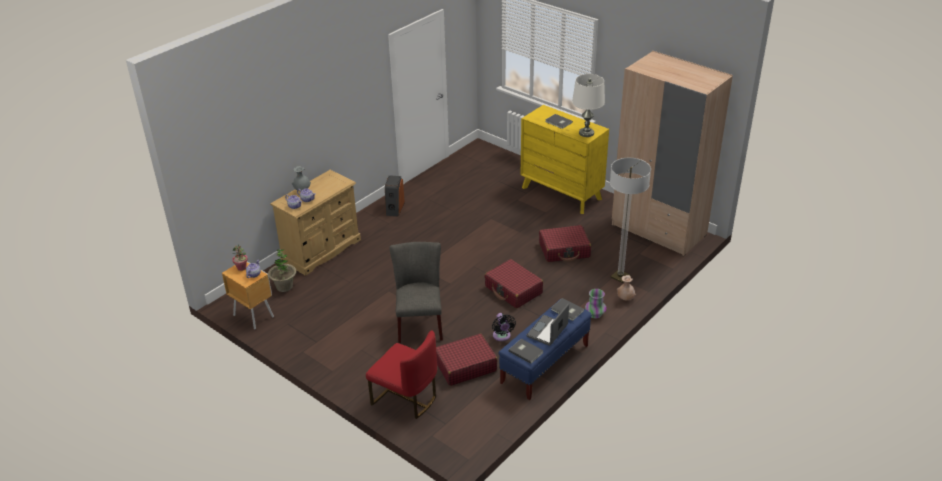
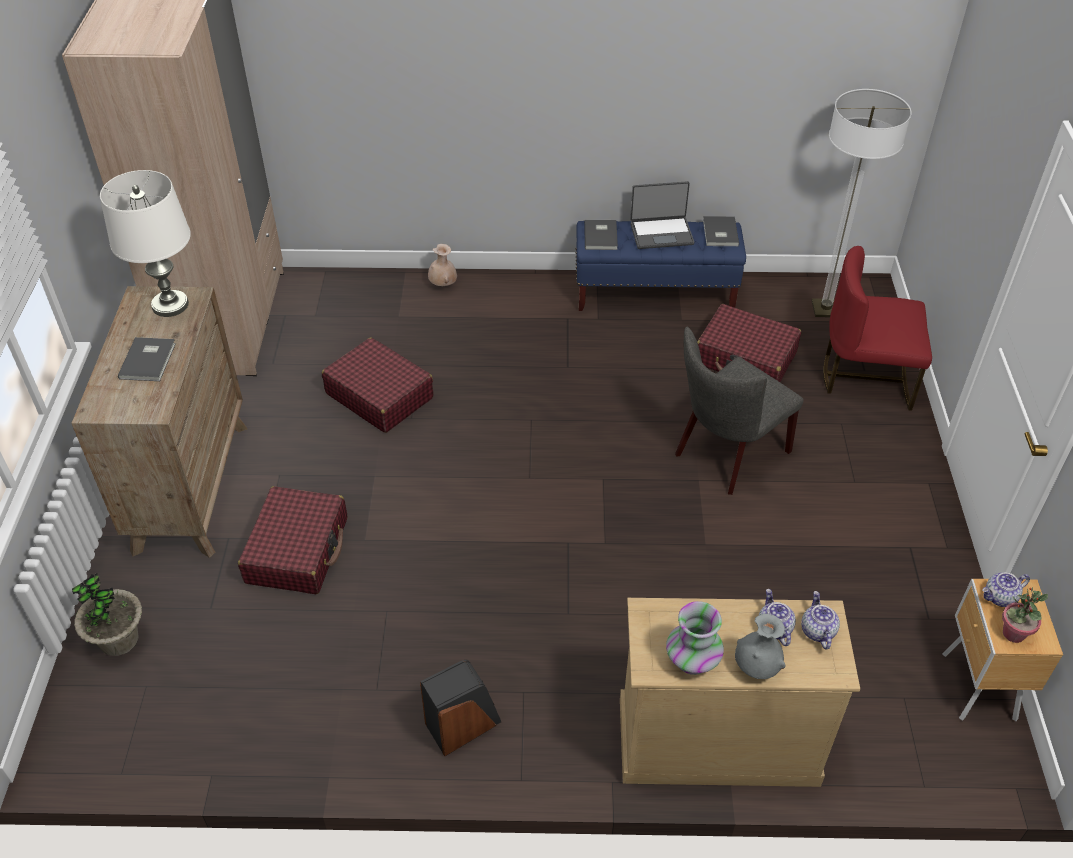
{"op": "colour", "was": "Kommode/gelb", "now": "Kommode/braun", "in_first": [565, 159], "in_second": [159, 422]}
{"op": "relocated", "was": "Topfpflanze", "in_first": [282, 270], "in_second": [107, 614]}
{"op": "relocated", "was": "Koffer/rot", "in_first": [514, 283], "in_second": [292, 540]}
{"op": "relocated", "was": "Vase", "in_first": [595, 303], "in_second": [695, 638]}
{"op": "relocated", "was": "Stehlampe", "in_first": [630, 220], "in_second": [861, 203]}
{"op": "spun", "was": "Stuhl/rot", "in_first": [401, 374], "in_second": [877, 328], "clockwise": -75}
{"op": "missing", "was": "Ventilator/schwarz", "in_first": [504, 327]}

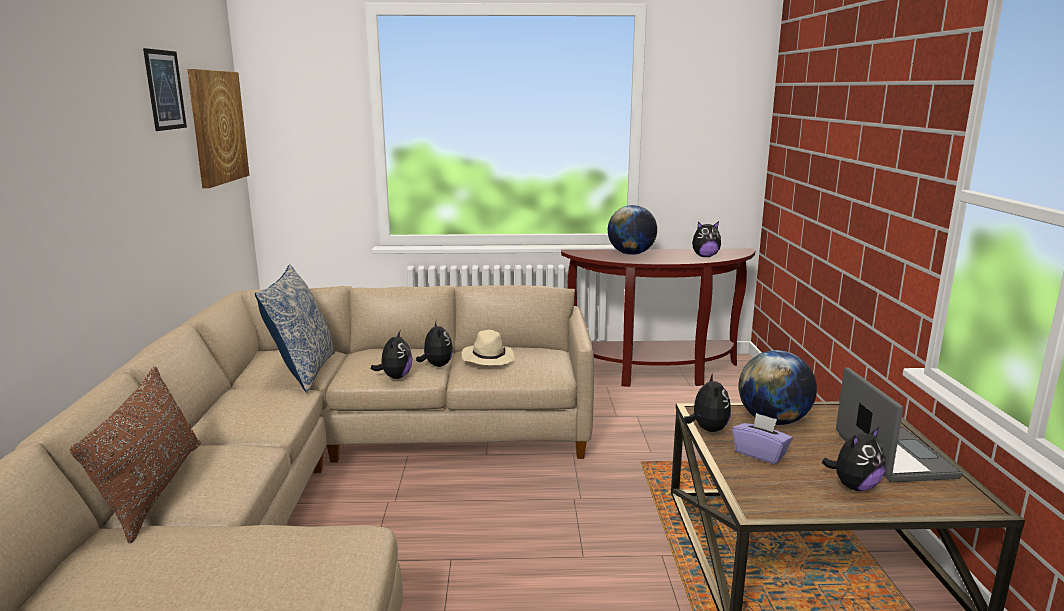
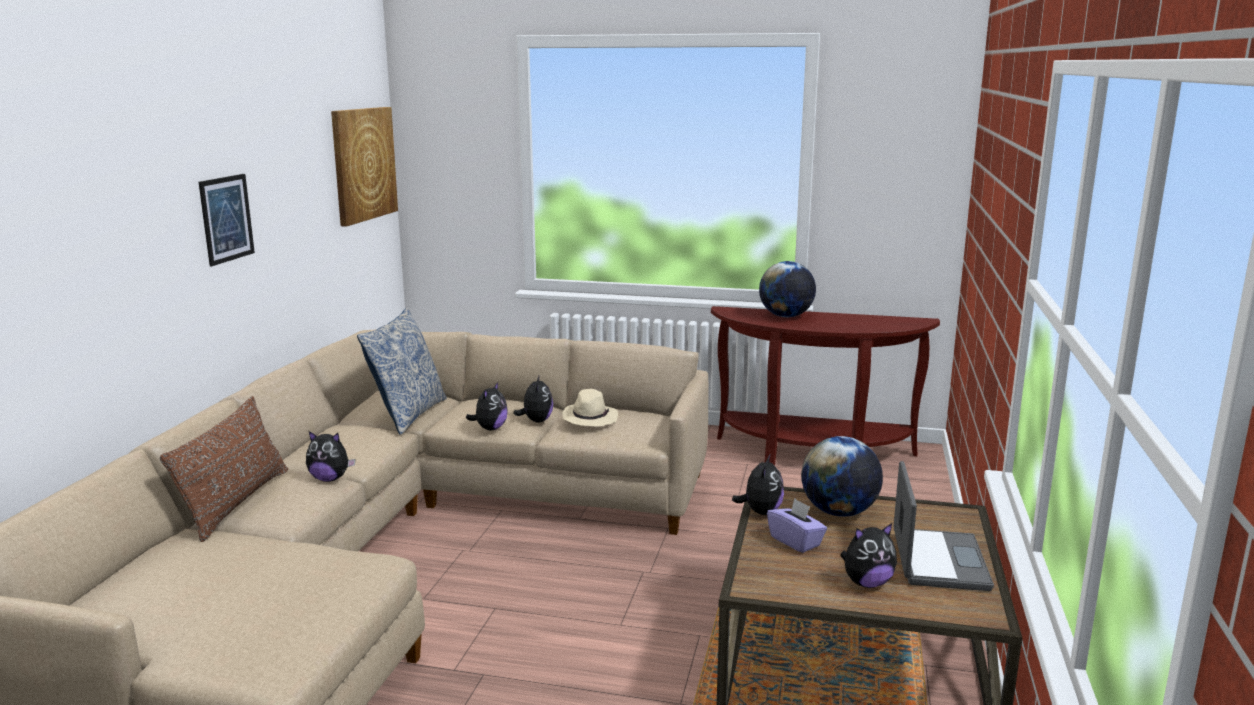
{"op": "relocated", "was": "Bild", "in_first": [165, 89], "in_second": [227, 220]}
{"op": "relocated", "was": "Plüschtier", "in_first": [706, 239], "in_second": [330, 456]}

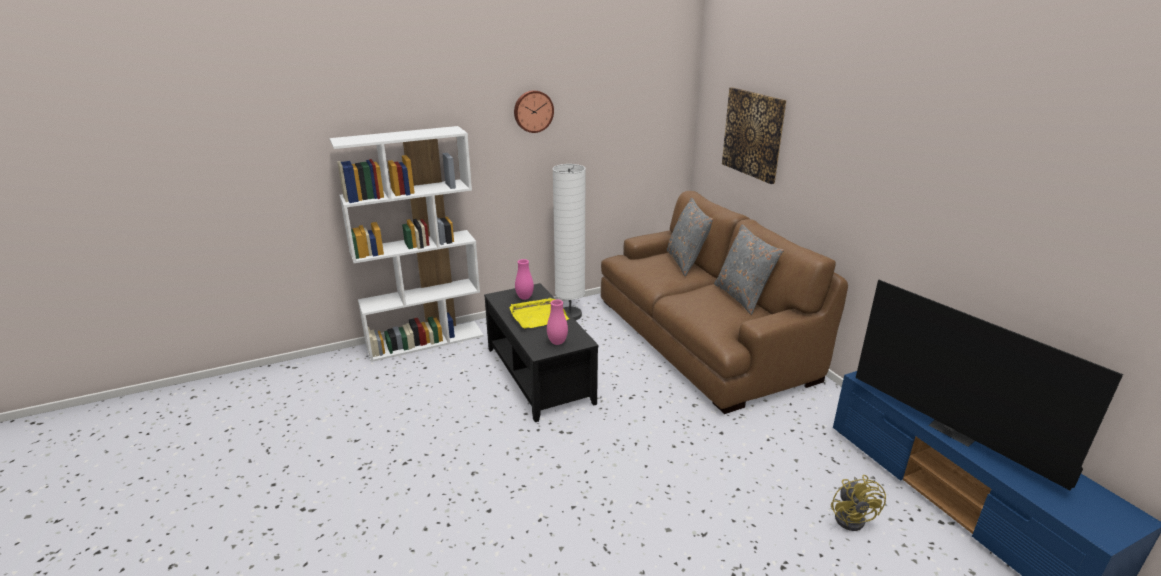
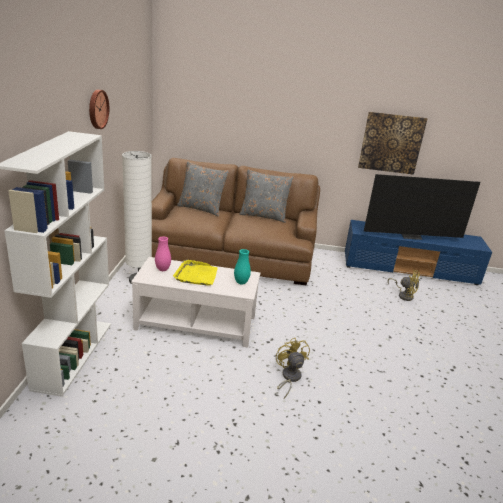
{"op": "colour", "was": "Couchtisch/schwarz", "now": "Couchtisch/weiß", "in_first": [541, 352], "in_second": [195, 302]}
{"op": "colour", "was": "Vase/rosa", "now": "Vase/türkis", "in_first": [557, 322], "in_second": [242, 267]}
{"op": "appeared", "now": "Ventilator/gelb", "in_second": [293, 368]}
{"op": "relocated", "was": "Bild", "in_first": [754, 135], "in_second": [392, 143]}

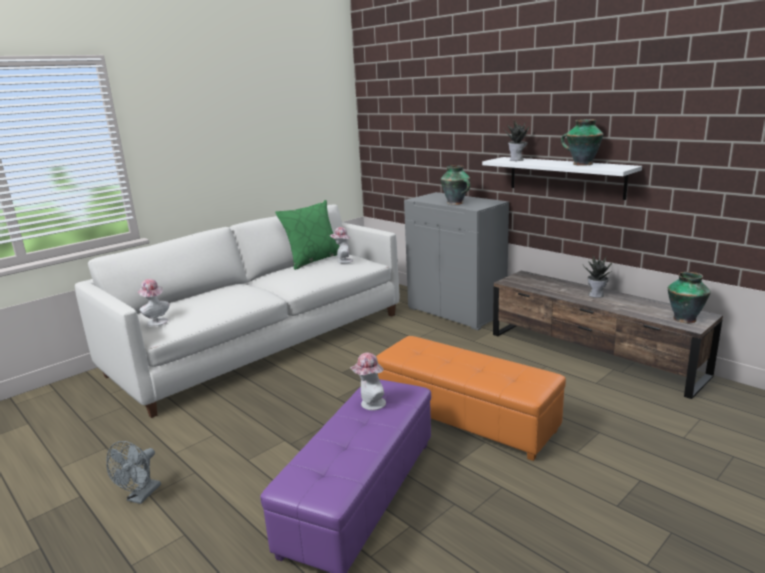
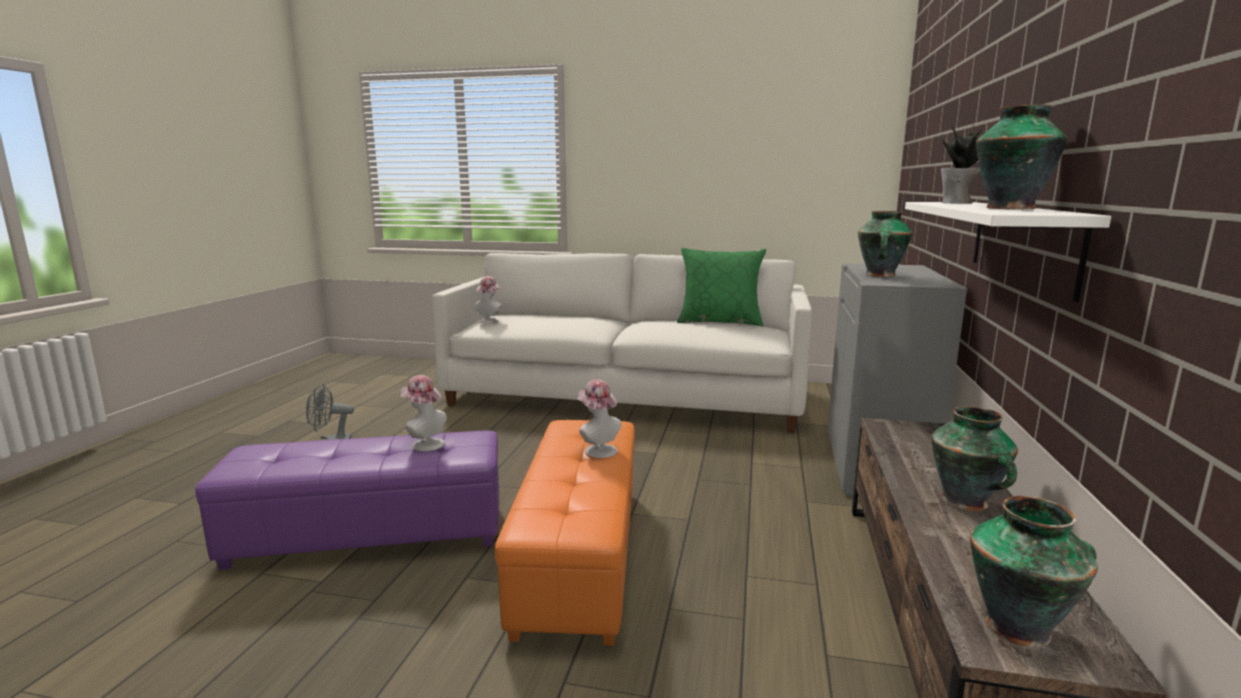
{"op": "relocated", "was": "Hut", "in_first": [341, 245], "in_second": [600, 419]}
{"op": "exchanged", "was": "Topfpflanze", "now": "Vase", "in_first": [597, 276], "in_second": [974, 458]}

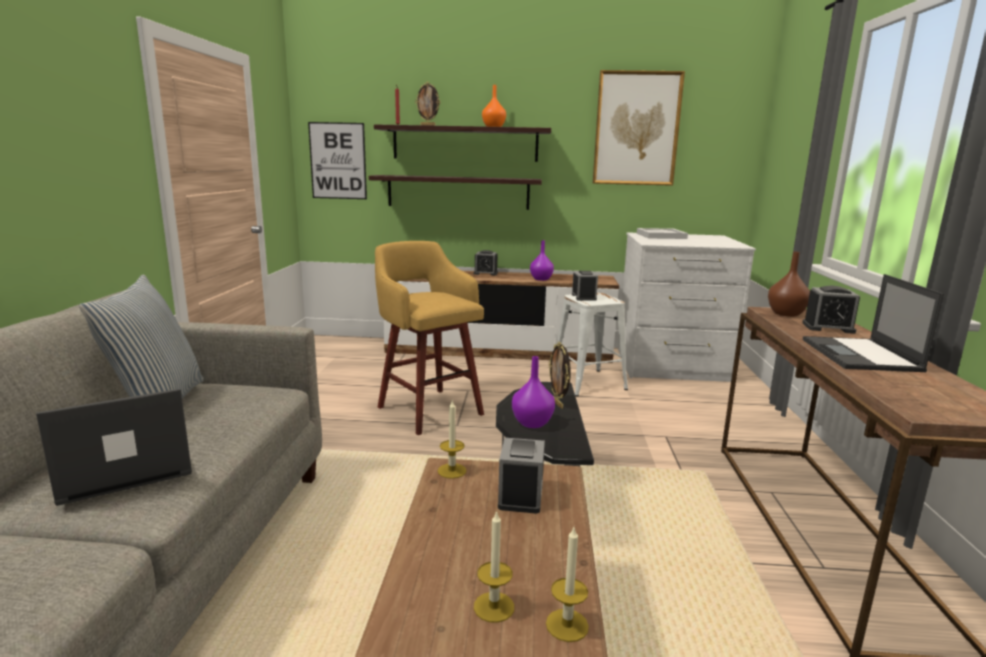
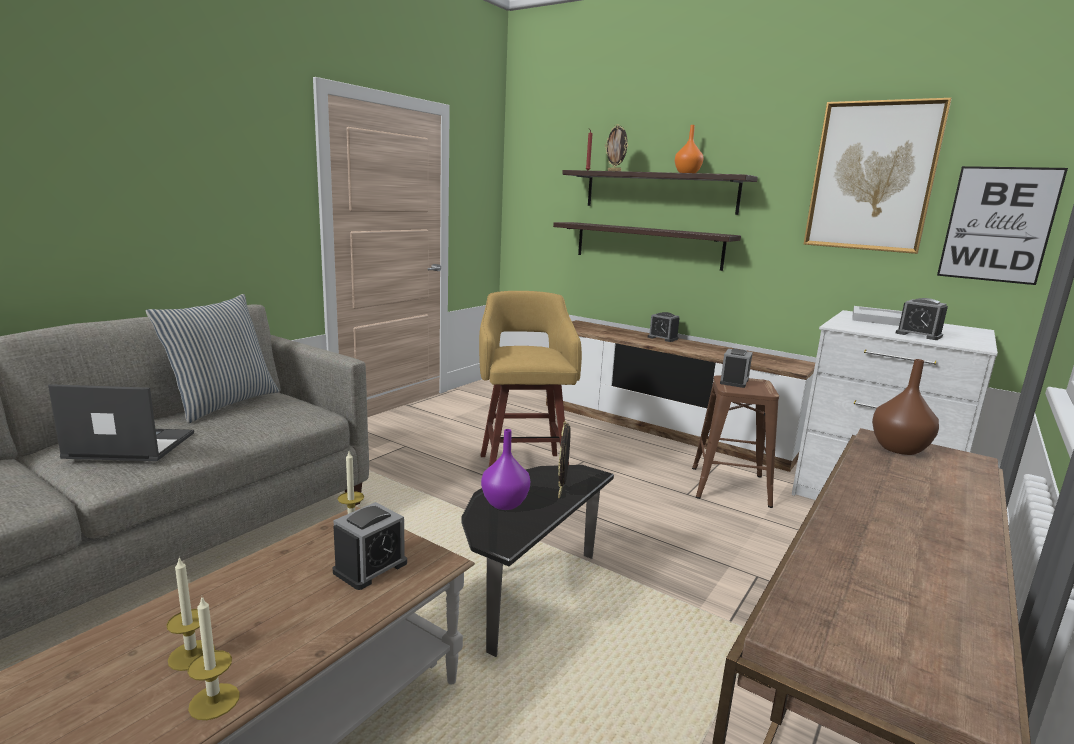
{"op": "colour", "was": "Hocker/weiß", "now": "Hocker/braun", "in_first": [592, 344], "in_second": [735, 441]}
{"op": "relocated", "was": "Wecker", "in_first": [831, 310], "in_second": [922, 319]}
{"op": "relocated", "was": "Bild", "in_first": [337, 160], "in_second": [1002, 225]}
{"op": "missing", "was": "Vase/lila", "in_first": [542, 261]}
{"op": "missing", "was": "Laptop", "in_first": [873, 323]}

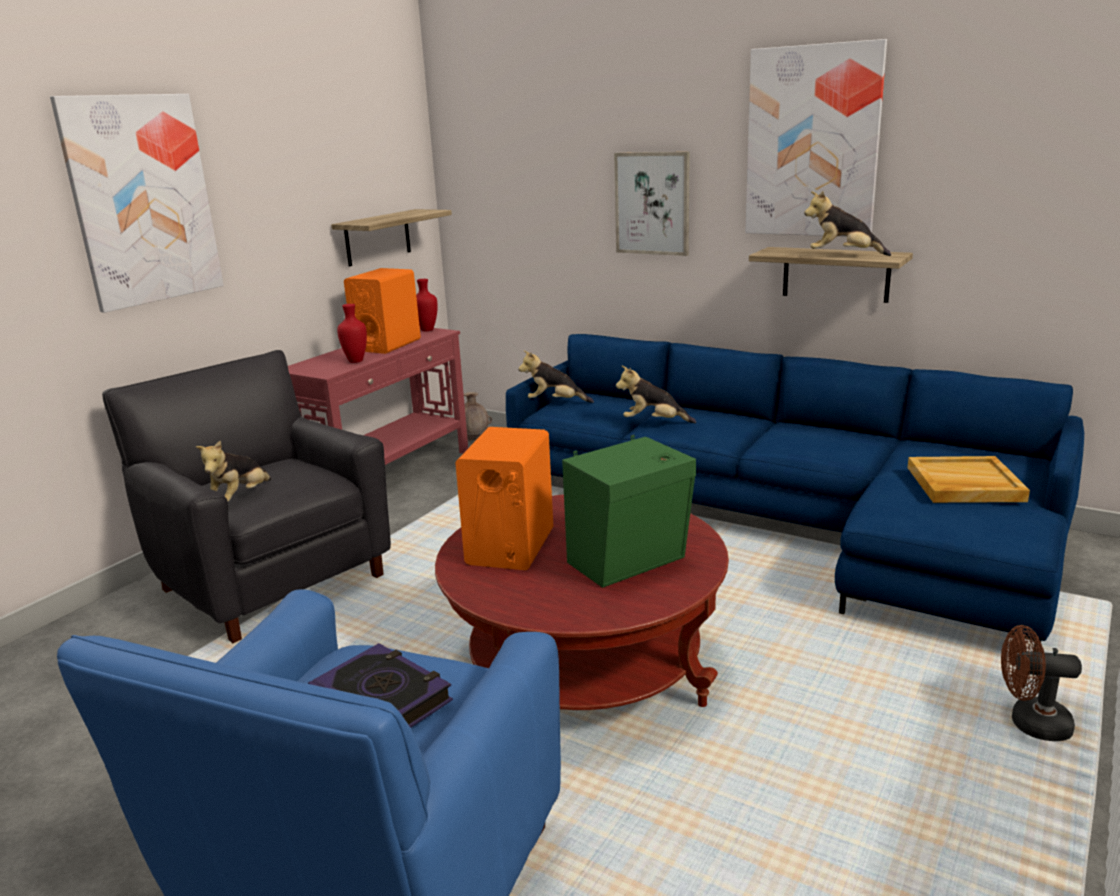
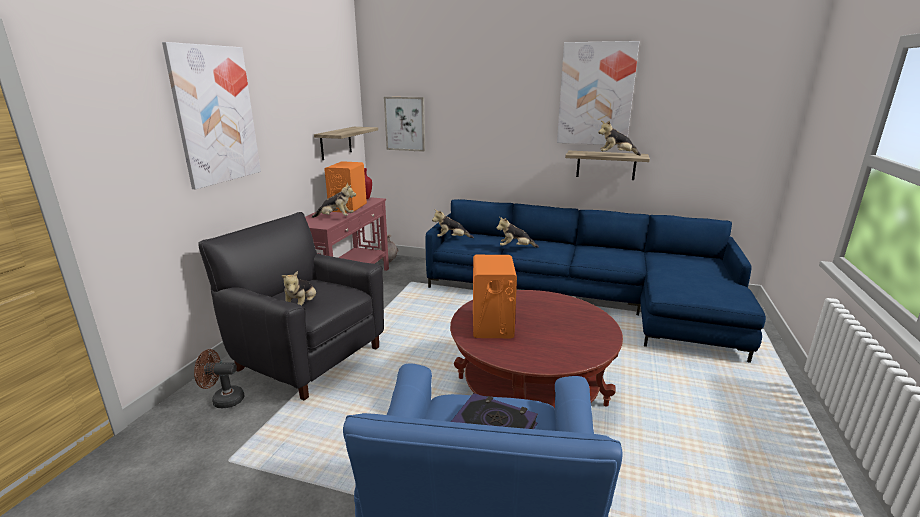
{"op": "relocated", "was": "Ventilator/braun", "in_first": [1041, 683], "in_second": [219, 378]}
{"op": "exchanged", "was": "Vase/rot", "now": "Plüschtier", "in_first": [352, 333], "in_second": [334, 200]}
{"op": "relocated", "was": "Bild", "in_first": [652, 204], "in_second": [404, 124]}
{"op": "missing", "was": "Lautsprecher/grün", "in_first": [629, 511]}
{"op": "missing", "was": "Tablett/beige", "in_first": [968, 479]}

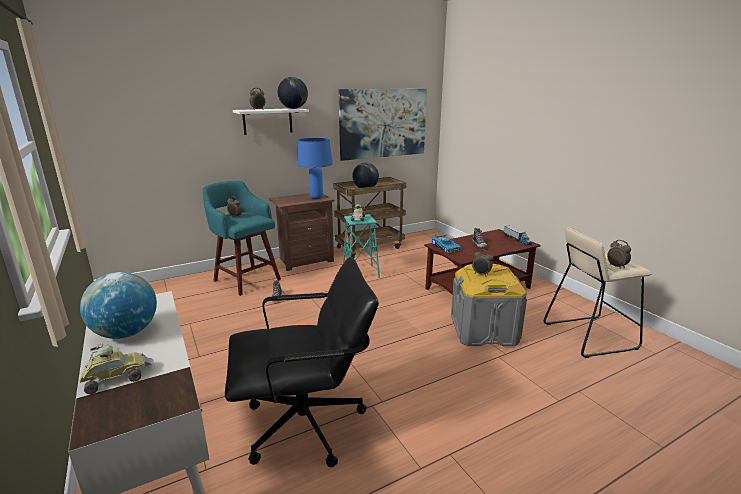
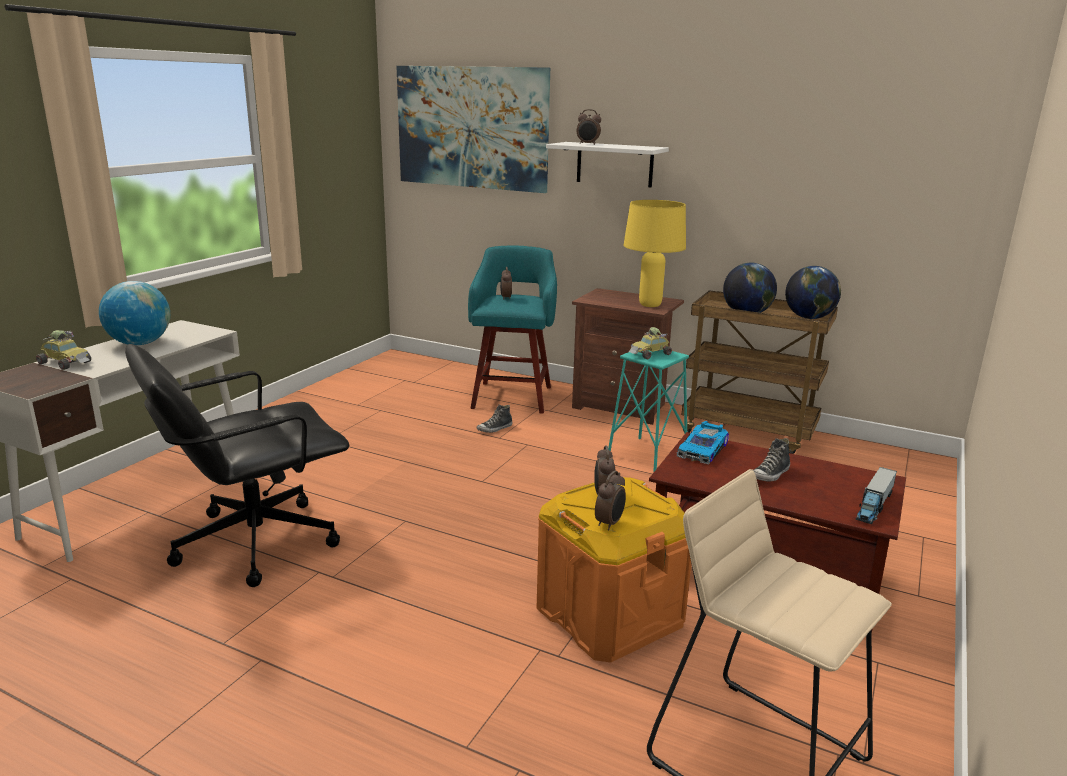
{"op": "spun", "was": "Bürostuhl/schwarz", "in_first": [302, 362], "in_second": [237, 465], "clockwise": 105}
{"op": "relocated", "was": "Bild", "in_first": [382, 125], "in_second": [473, 129]}
{"op": "colour", "was": "Aufbewahrungsbox/grau", "now": "Aufbewahrungsbox/orange", "in_first": [489, 305], "in_second": [613, 569]}
{"op": "relocated", "was": "Wecker", "in_first": [619, 254], "in_second": [610, 500]}
{"op": "colour", "was": "Tischlampe/blau", "now": "Tischlampe/gelb", "in_first": [315, 168], "in_second": [655, 253]}
{"op": "relocated", "was": "Globus", "in_first": [293, 93], "in_second": [813, 292]}

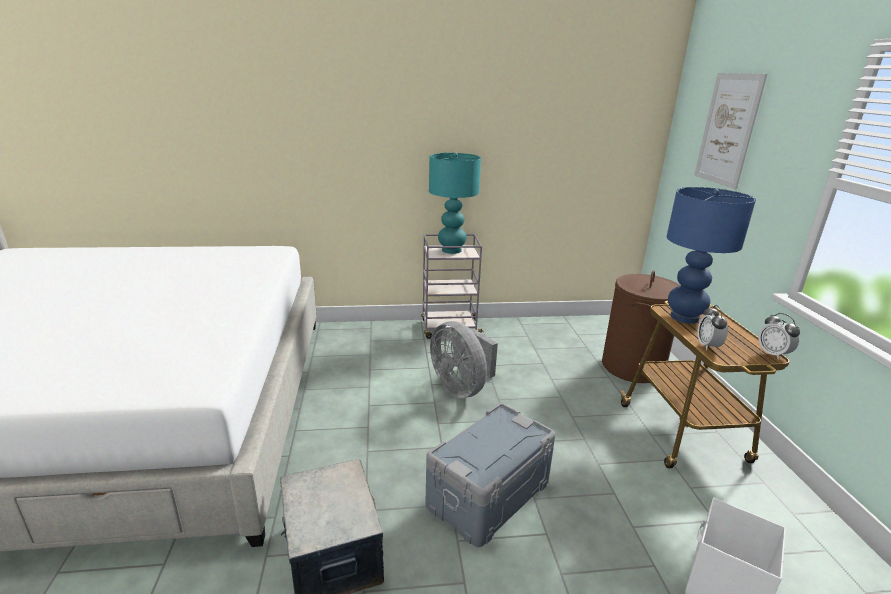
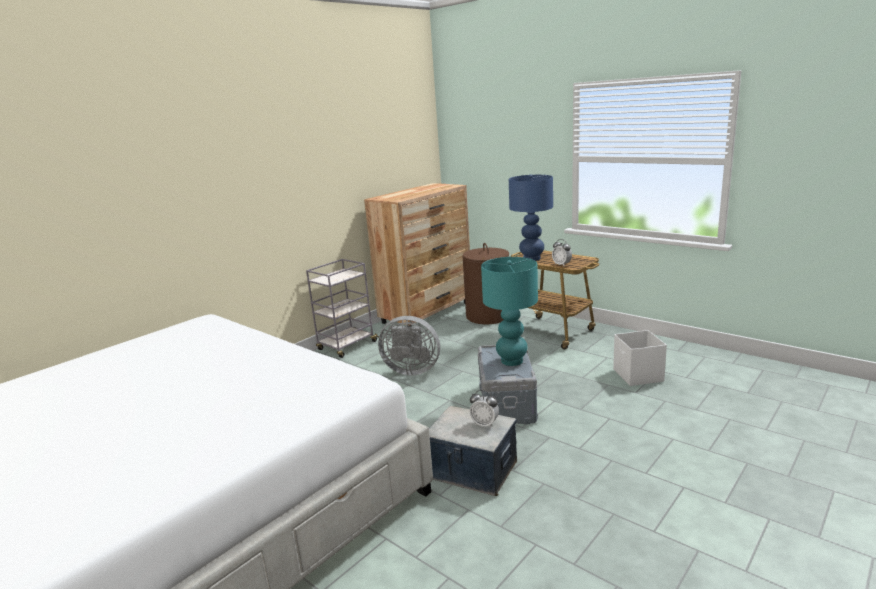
{"op": "appeared", "now": "Kommode/braun", "in_second": [417, 254]}
{"op": "relocated", "was": "Wecker", "in_first": [779, 336], "in_second": [484, 409]}
{"op": "relocated", "was": "Tischlampe/türkis", "in_first": [455, 203], "in_second": [509, 311]}
{"op": "missing", "was": "Bild", "in_first": [730, 131]}

